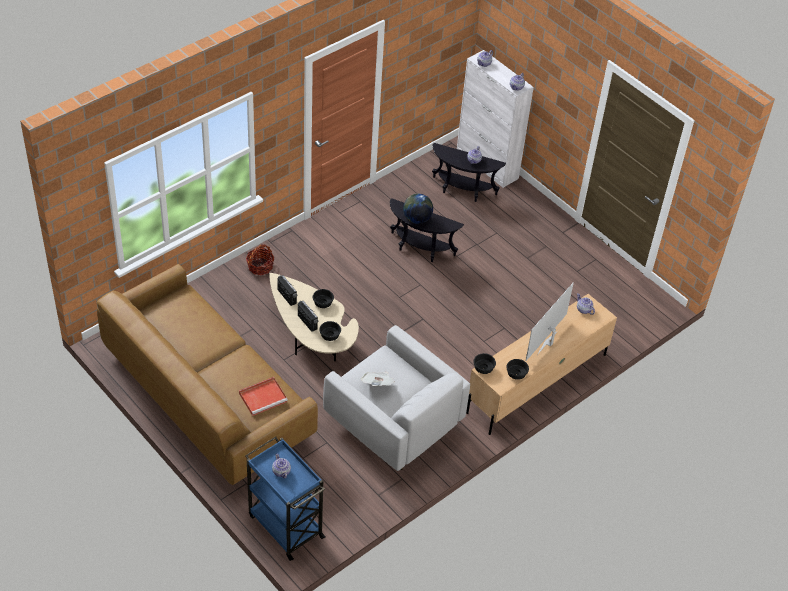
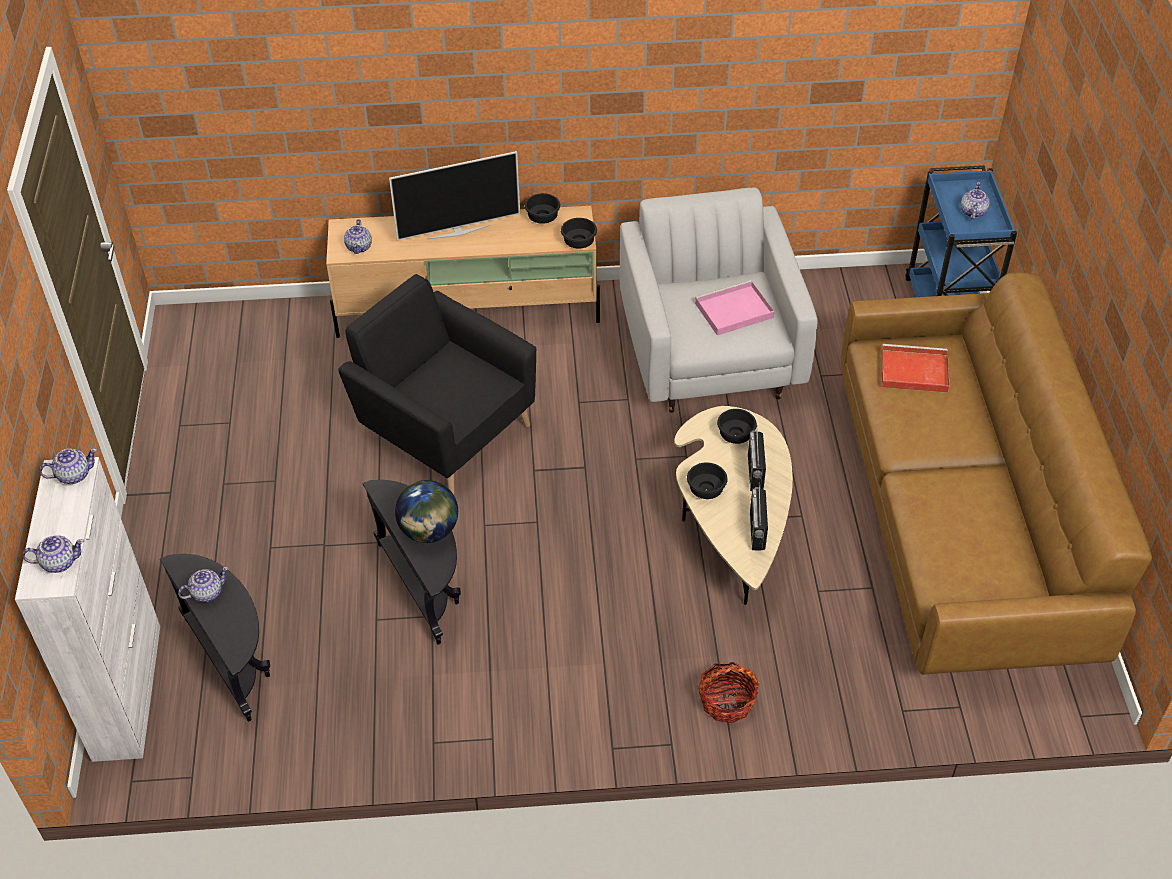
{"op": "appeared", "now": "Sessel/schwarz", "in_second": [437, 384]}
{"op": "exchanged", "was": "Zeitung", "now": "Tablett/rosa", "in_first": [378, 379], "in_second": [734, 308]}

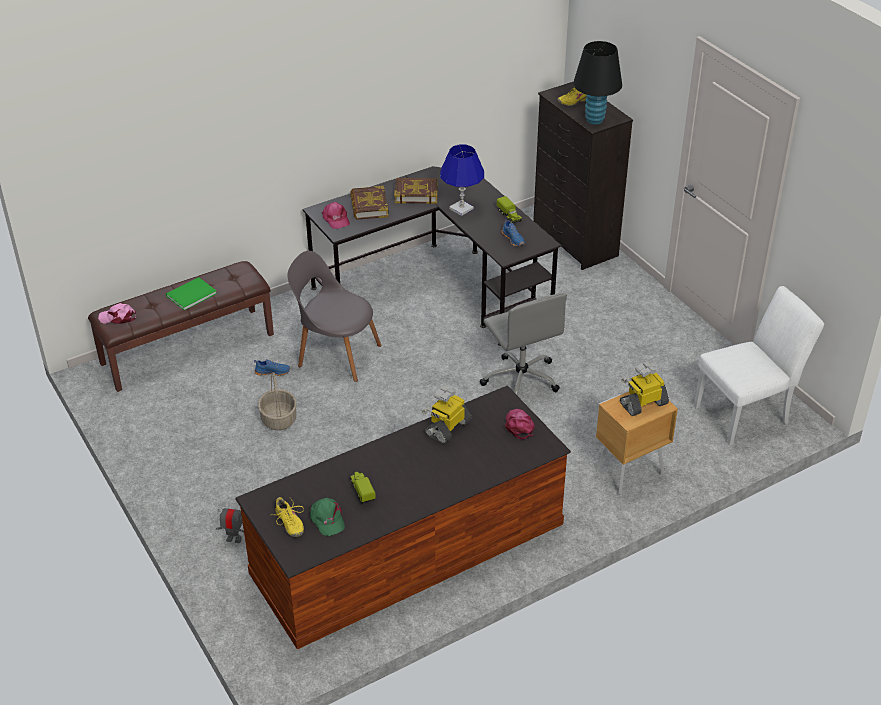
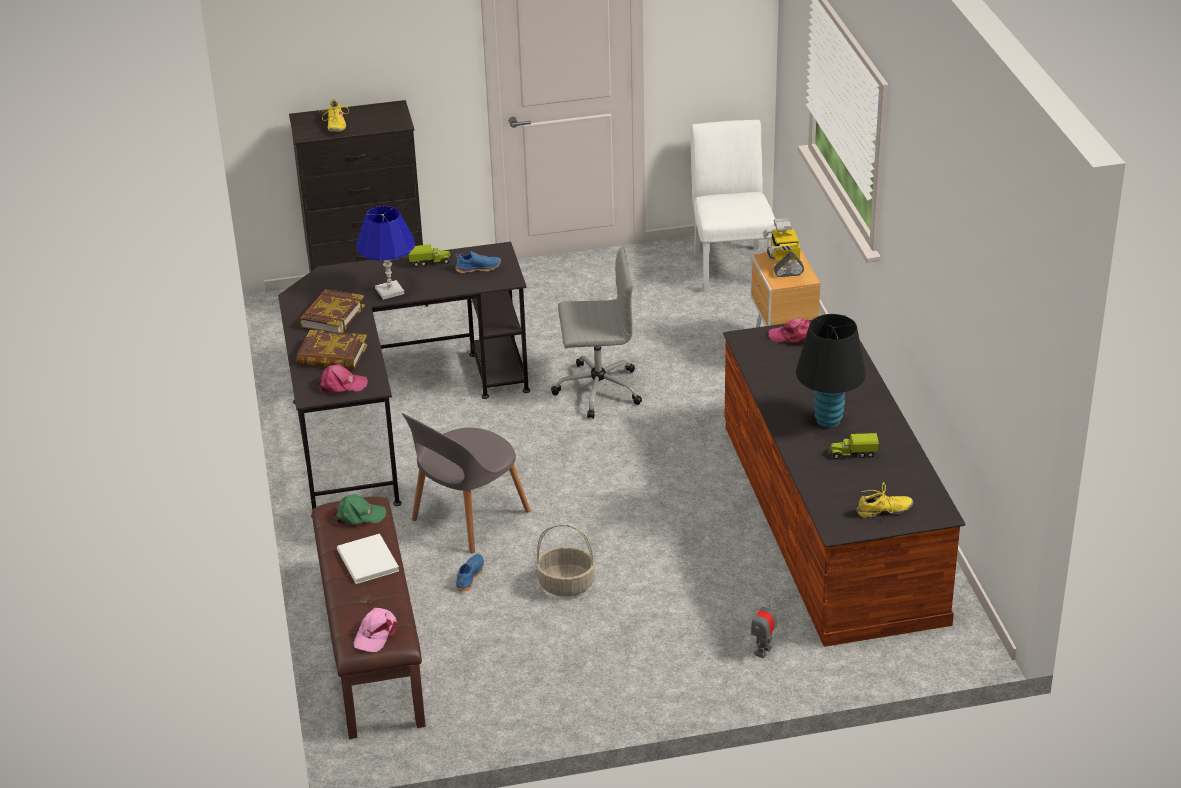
{"op": "relocated", "was": "Kappe/grün", "in_first": [327, 517], "in_second": [360, 510]}
{"op": "colour", "was": "Buch/grün", "now": "Buch/weiß", "in_first": [191, 293], "in_second": [368, 559]}
{"op": "relocated", "was": "Tischlampe/schwarz", "in_first": [597, 83], "in_second": [831, 371]}
{"op": "missing", "was": "Spielzeugroboter", "in_first": [447, 415]}

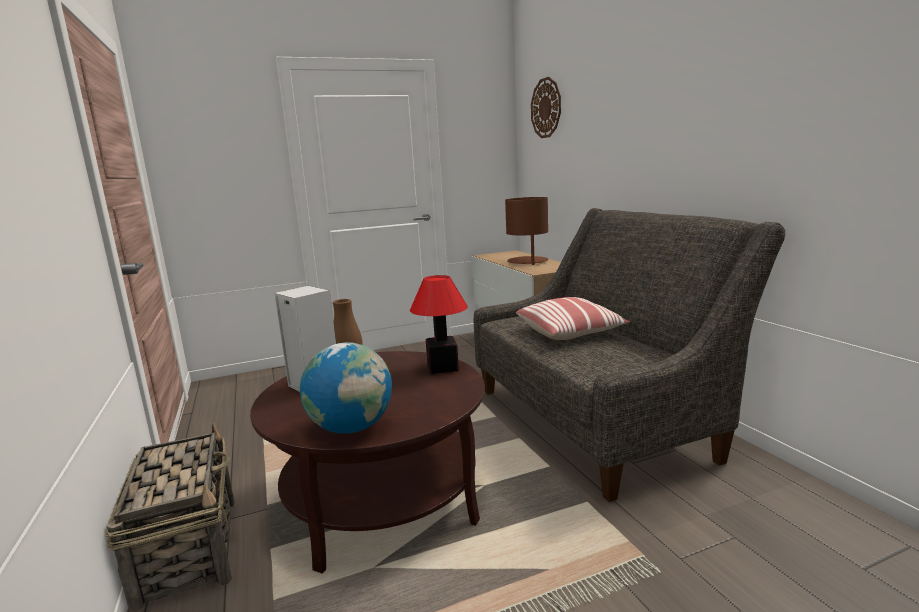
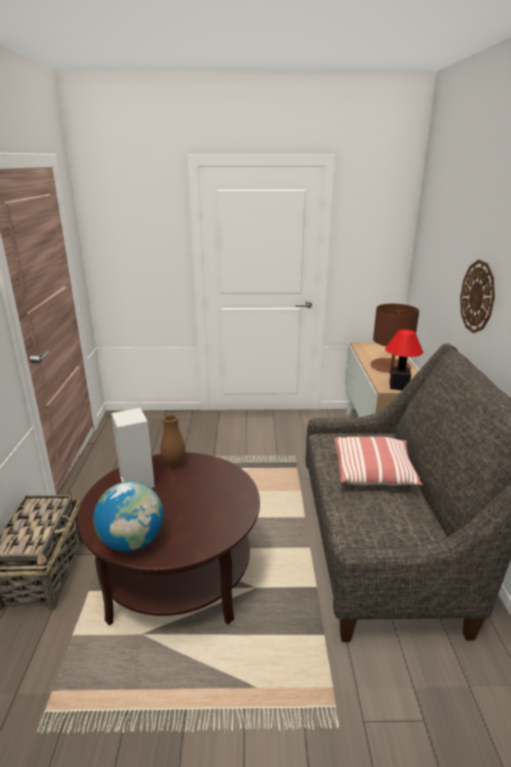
{"op": "relocated", "was": "Tischlampe", "in_first": [439, 324], "in_second": [404, 359]}
{"op": "relocated", "was": "Wanduhr", "in_first": [546, 107], "in_second": [477, 296]}

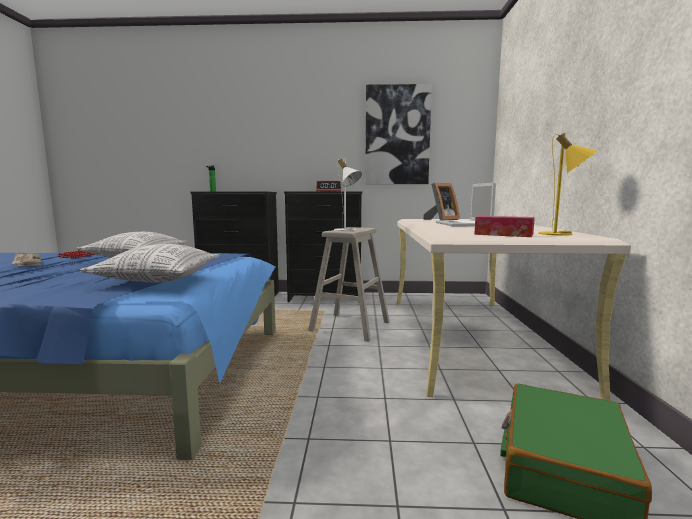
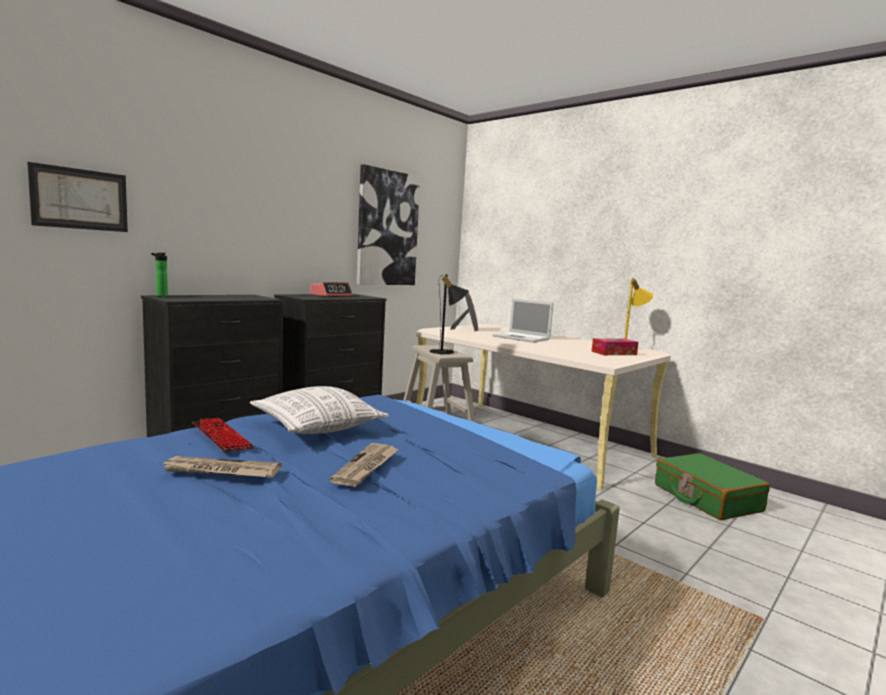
{"op": "appeared", "now": "Bild", "in_second": [77, 197]}
{"op": "appeared", "now": "Zeitung", "in_second": [364, 464]}
{"op": "colour", "was": "Tischlampe/weiß", "now": "Tischlampe/schwarz", "in_first": [348, 194], "in_second": [449, 314]}
{"op": "missing", "was": "Kissen", "in_first": [149, 263]}

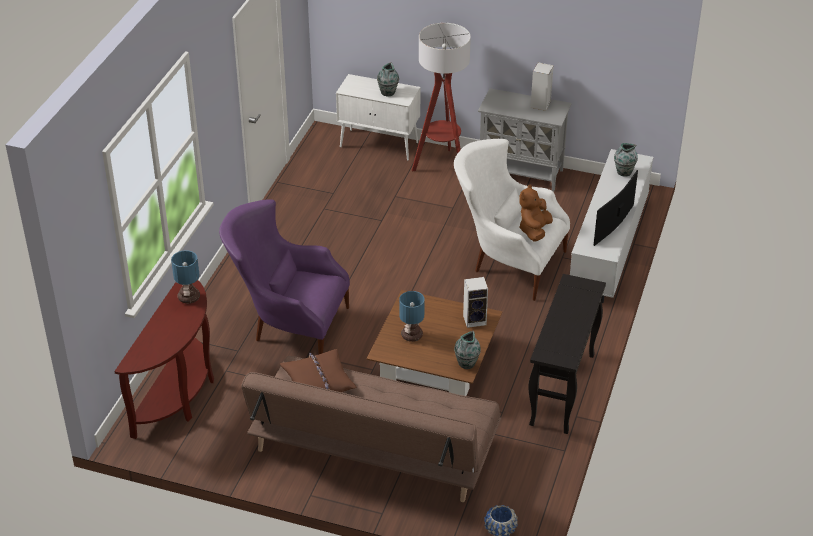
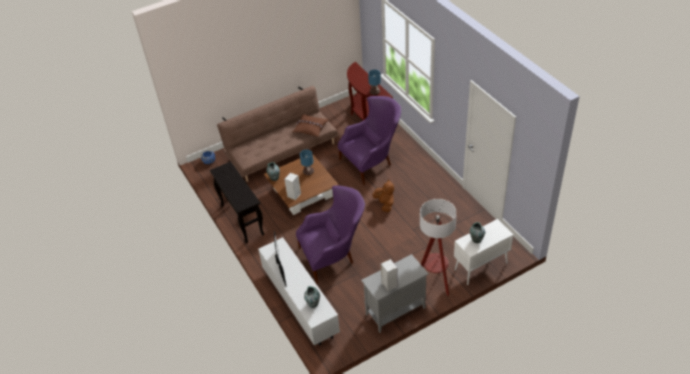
{"op": "colour", "was": "Sessel/weiß", "now": "Sessel/lila", "in_first": [512, 220], "in_second": [330, 234]}
{"op": "relocated", "was": "Plüschtier/braun", "in_first": [536, 213], "in_second": [383, 196]}

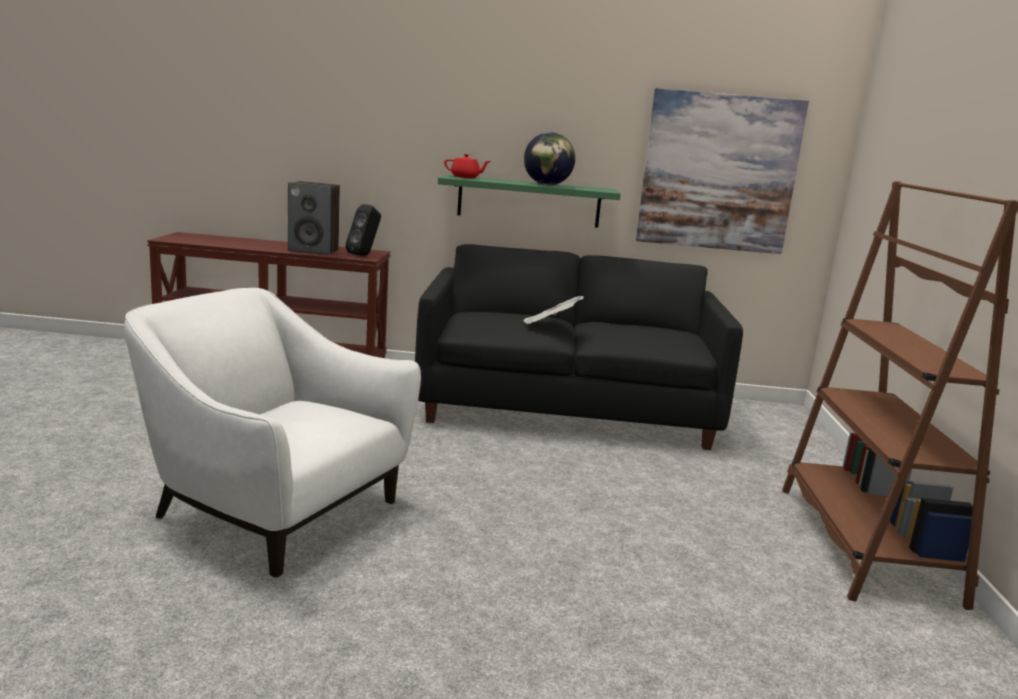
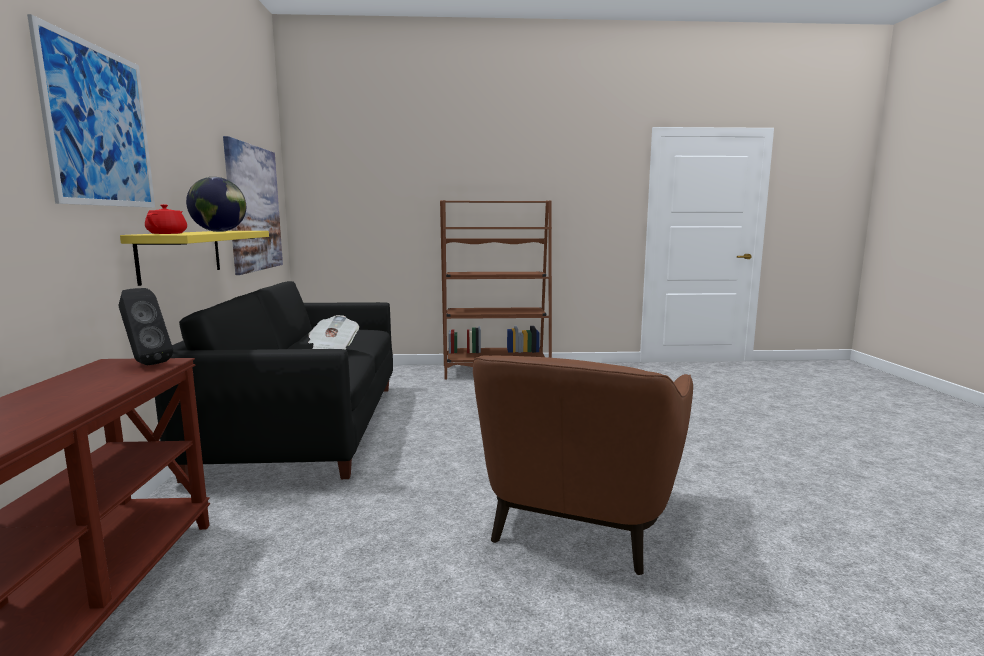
{"op": "appeared", "now": "Bild", "in_second": [91, 111]}
{"op": "colour", "was": "Wandregal/grün", "now": "Wandregal/gelb", "in_first": [529, 201], "in_second": [194, 258]}
{"op": "colour", "was": "Sessel/weiß", "now": "Sessel/braun", "in_first": [272, 432], "in_second": [583, 465]}
{"op": "missing", "was": "Lautsprecher", "in_first": [314, 218]}

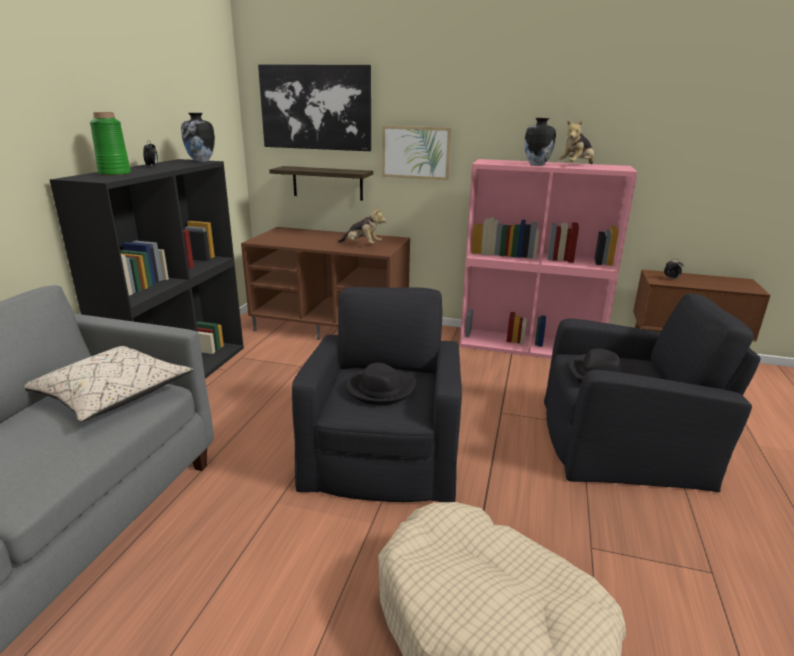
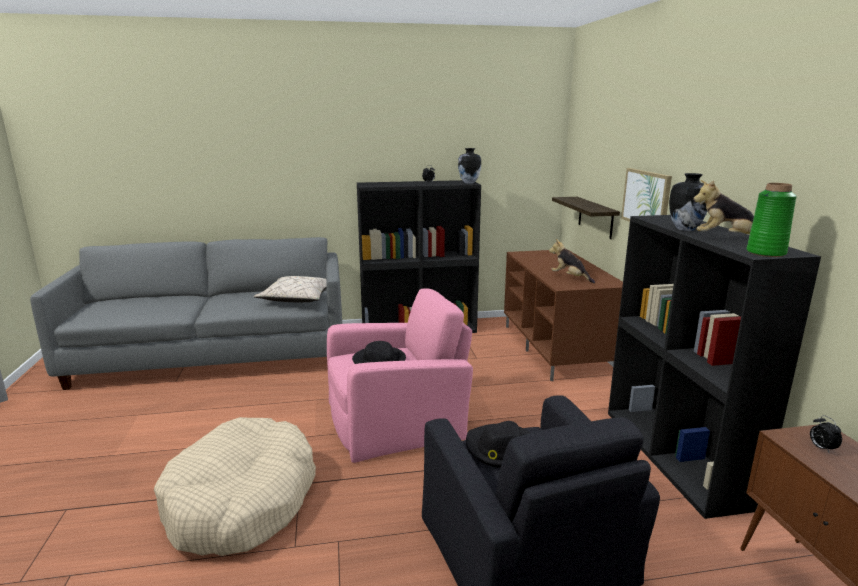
{"op": "colour", "was": "Sessel/schwarz", "now": "Sessel/rosa", "in_first": [377, 394], "in_second": [400, 375]}
{"op": "spun", "was": "Plüschtier", "in_first": [362, 226], "in_second": [572, 261], "clockwise": 135}
{"op": "colour", "was": "Bücherregal/rosa", "now": "Bücherregal/schwarz", "in_first": [548, 259], "in_second": [714, 367]}
{"op": "relocated", "was": "Vase/grün", "in_first": [110, 144], "in_second": [771, 220]}
{"op": "missing", "was": "Bild", "in_first": [314, 107]}

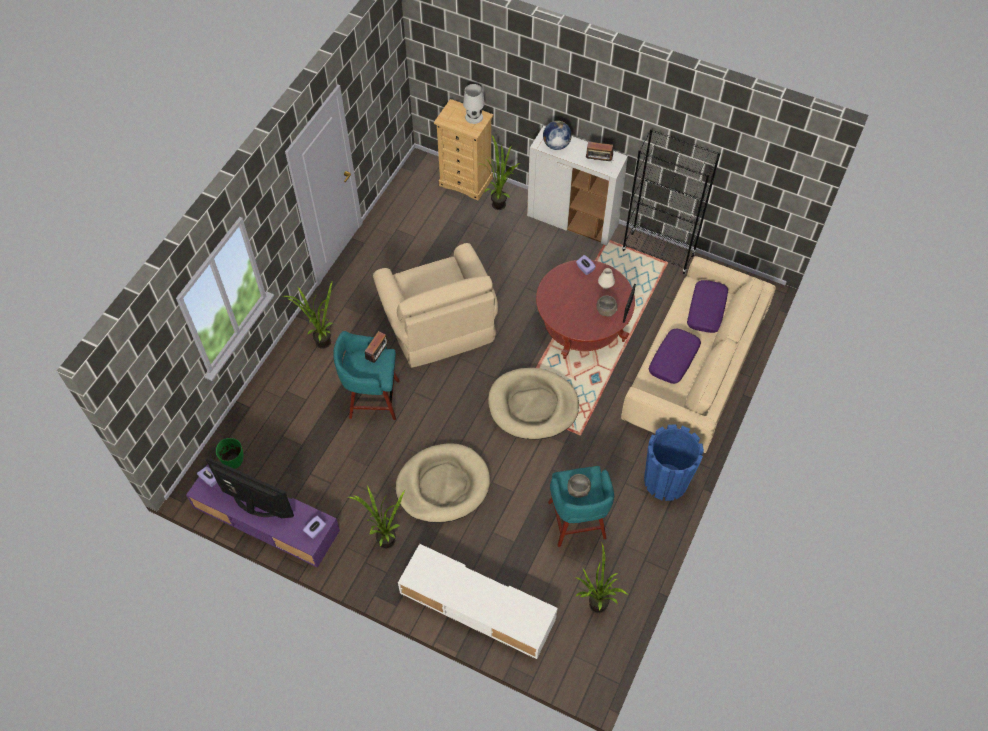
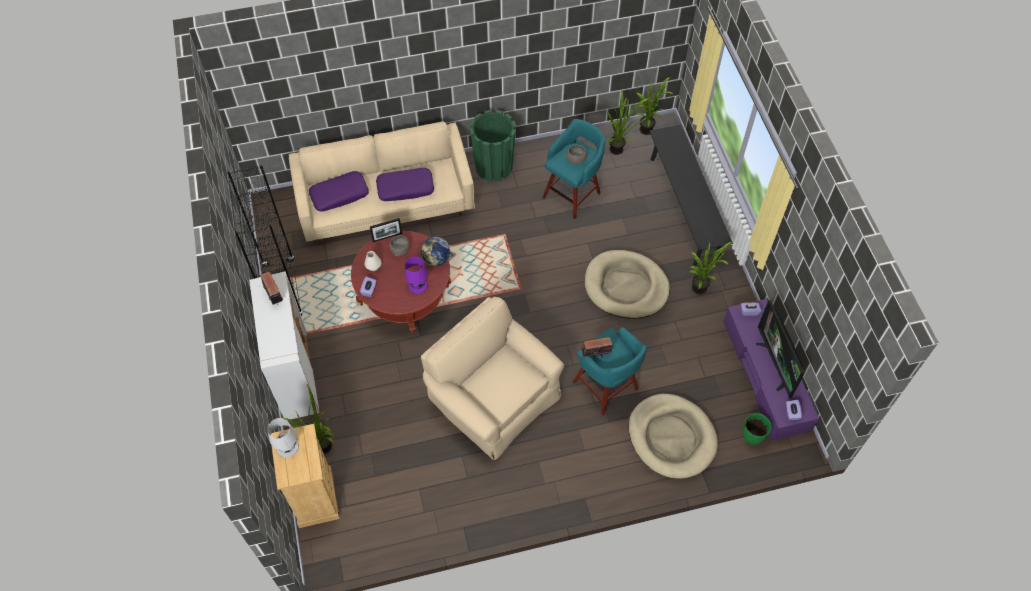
{"op": "appeared", "now": "Tischlampe/lila", "in_second": [416, 275]}
{"op": "relocated", "was": "Globus", "in_first": [557, 135], "in_second": [435, 251]}
{"op": "spun", "was": "Sessel/beige", "in_first": [435, 305], "in_second": [492, 378], "clockwise": -75}
{"op": "colour", "was": "Pflanzkübel/blau", "now": "Pflanzkübel/grün", "in_first": [674, 462], "in_second": [493, 146]}
{"op": "relocated", "was": "Hundebett/beige", "in_first": [533, 404], "in_second": [673, 436]}
{"op": "relocated", "was": "Topfpflanze", "in_first": [308, 314], "in_second": [653, 106]}
{"op": "exchanged", "was": "Fernsehschrank/weiß", "now": "Bank/schwarz", "in_first": [478, 601], "in_second": [691, 195]}

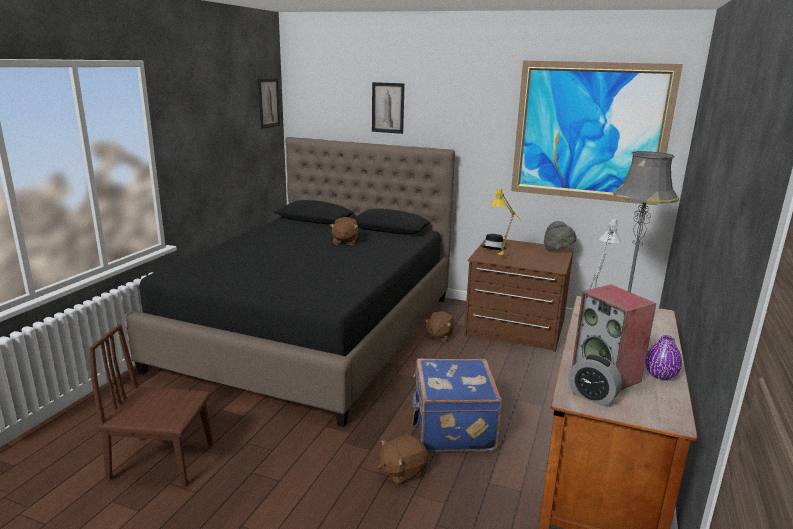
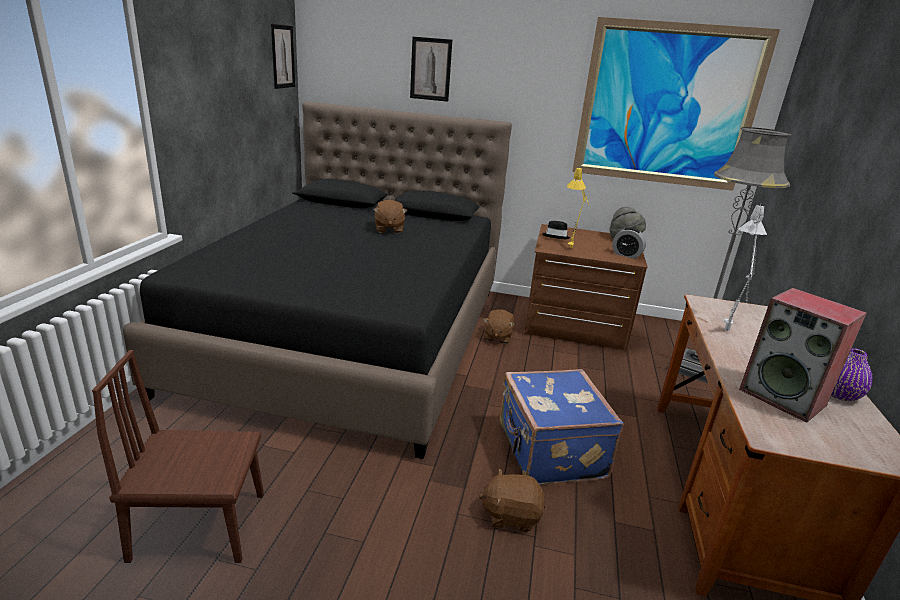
{"op": "spun", "was": "Plüschtier/braun", "in_first": [403, 459], "in_second": [512, 500], "clockwise": 45}
{"op": "relocated", "was": "Wecker", "in_first": [595, 380], "in_second": [629, 243]}

